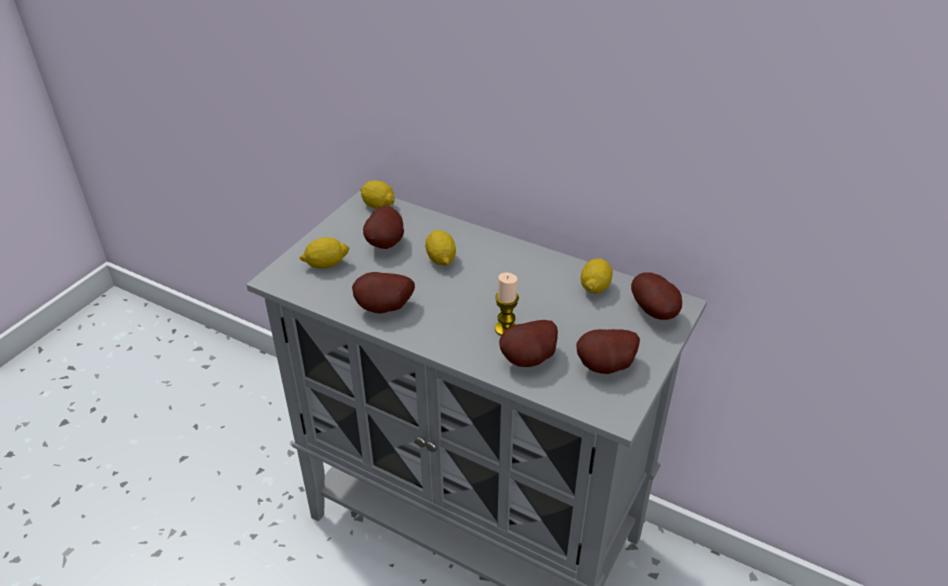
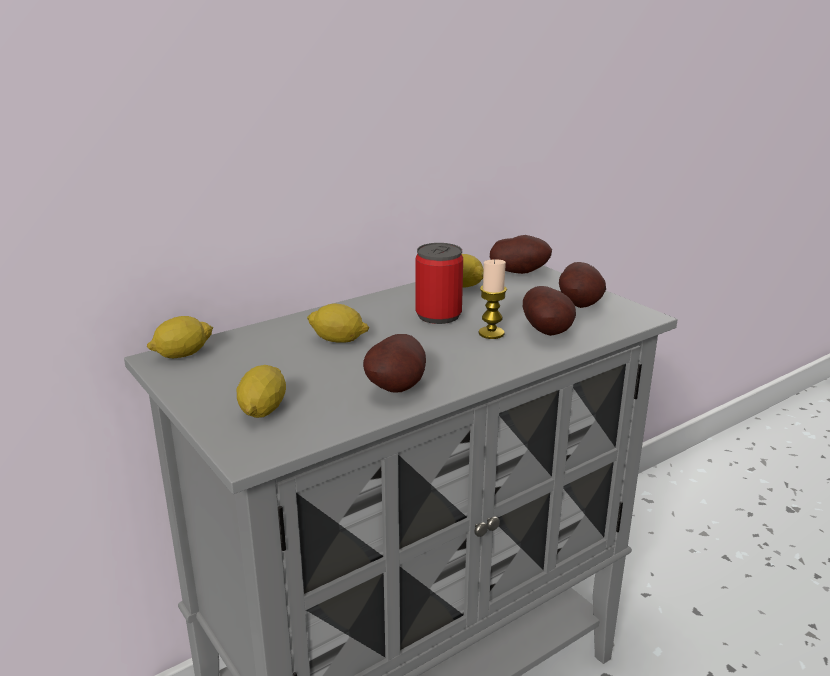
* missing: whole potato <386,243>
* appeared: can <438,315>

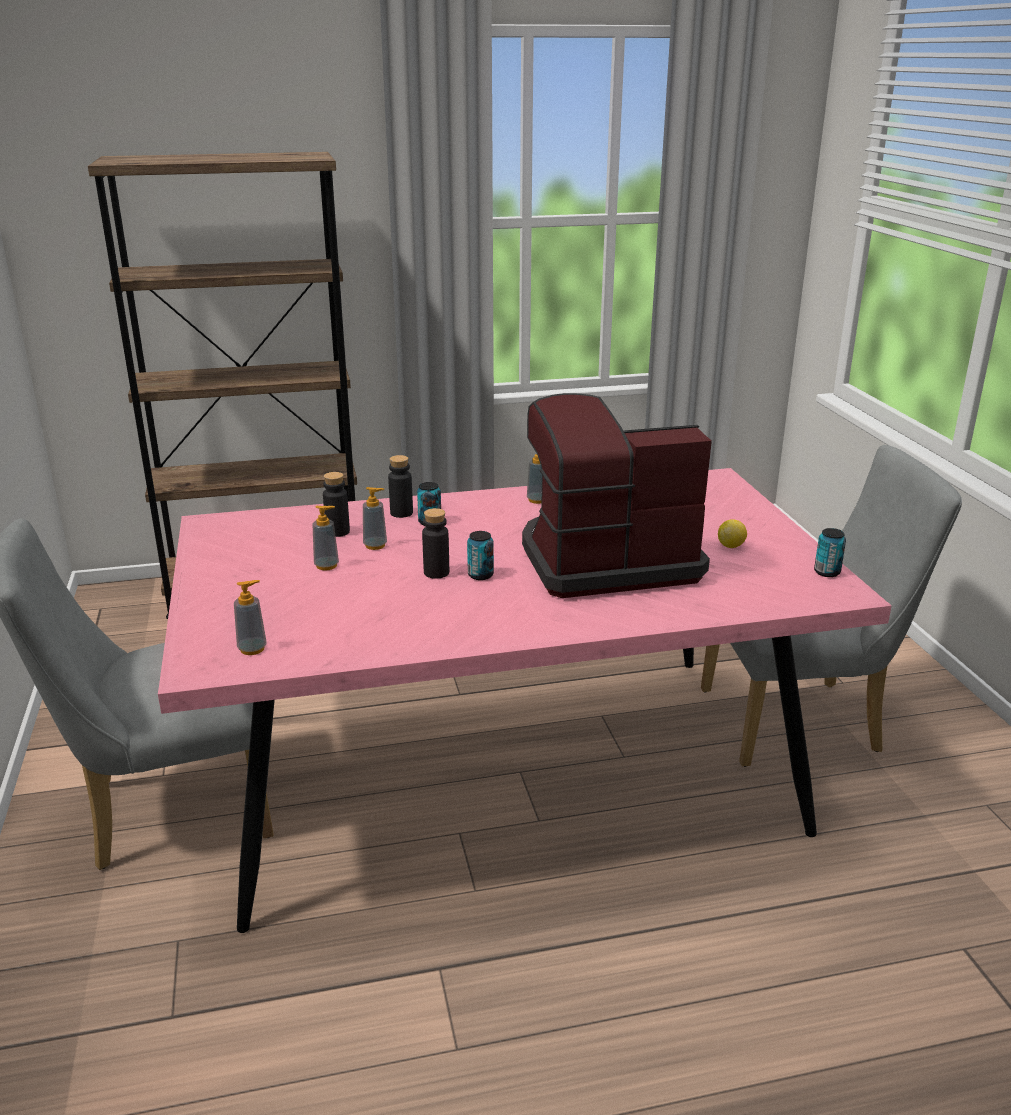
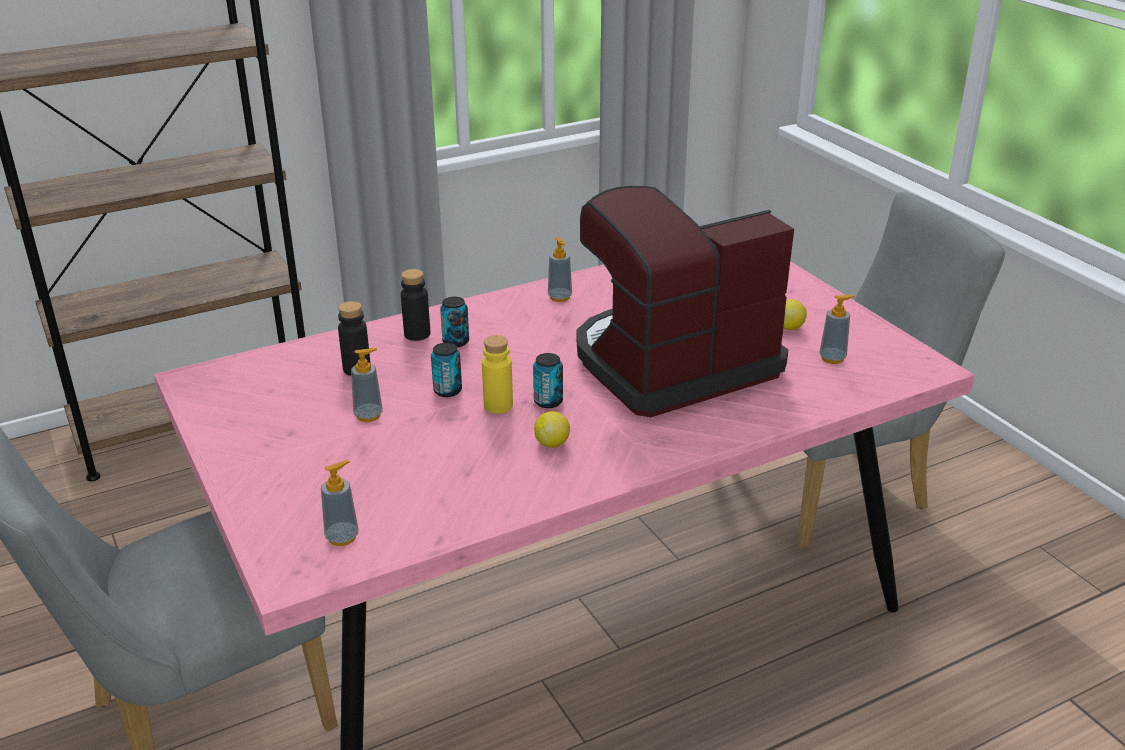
* relocated: soap bottle <375,545> to <832,358>
* colour: beverage bottle in blackish <436,572> to beverage bottle in yellowish <498,406>
* relocated: can <827,572> to <447,390>
* appeared: lemon <552,443>

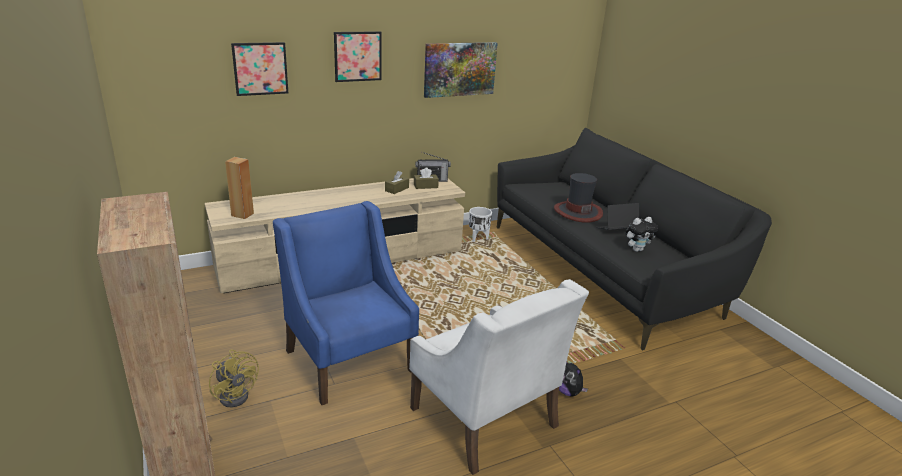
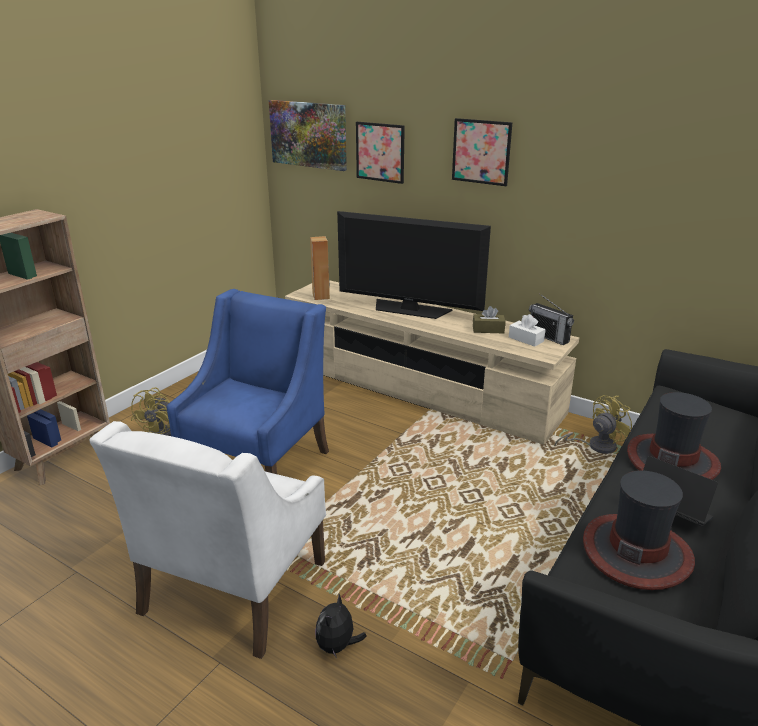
* colour: box of tissues in brownish <425,186> to box of tissues in whitish <526,339>
* relocated: picture <459,69> to <308,134>
* exchanged: plant pot in whitish <478,239> to cooling fan in yellowish <595,446>
* exchanged: soft toy <637,249> to wearable hat <636,551>
* appeared: television <409,309>

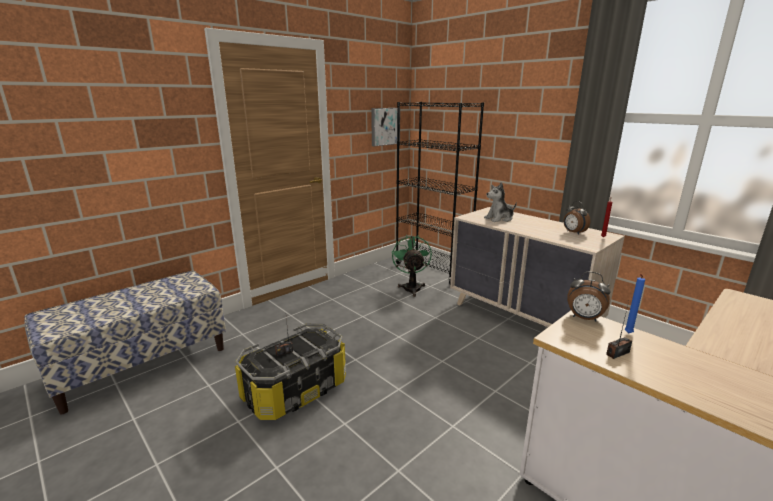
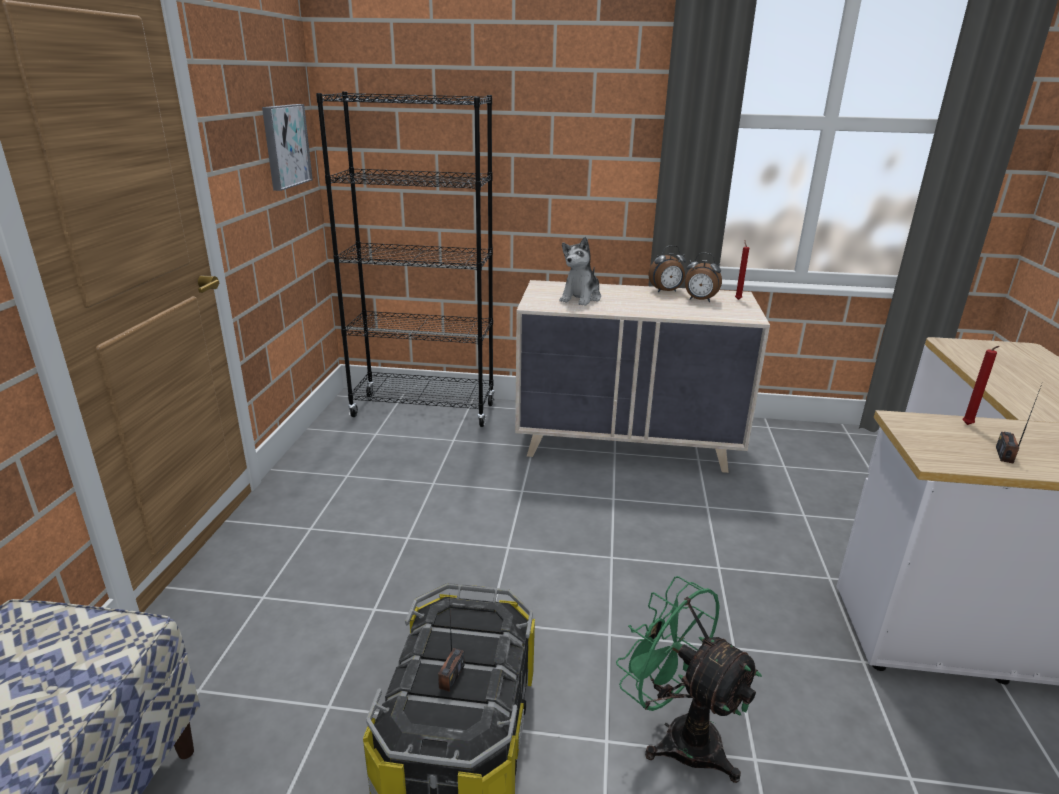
* relocated: cooling fan in greenish <411,287> to <679,735>
* relocated: bedside clock <584,318> to <666,291>
* colour: wax candle in bluish <627,333> to wax candle in reddish <967,425>

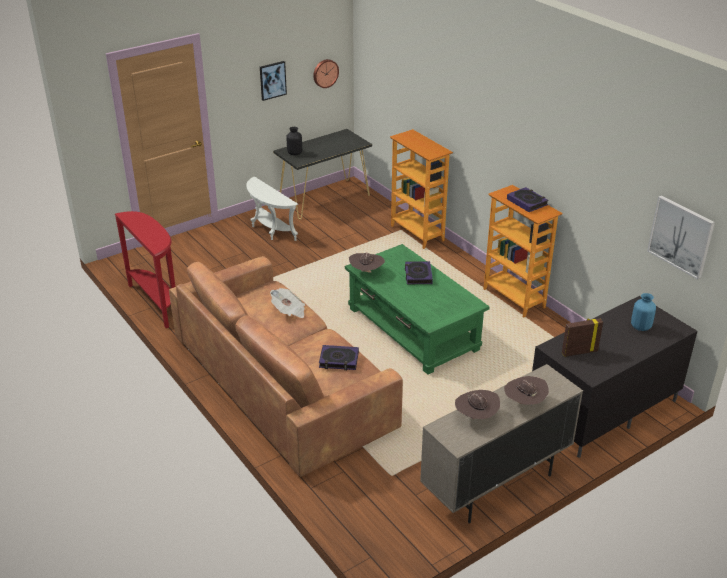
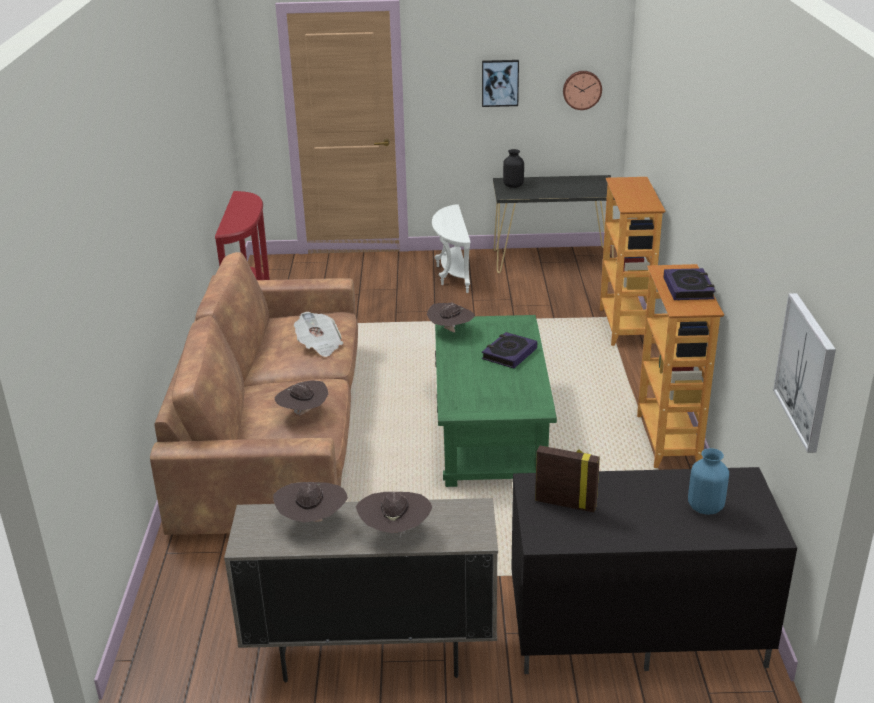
* exchanged: bound book <339,360> to wearable hat in brownish <303,414>

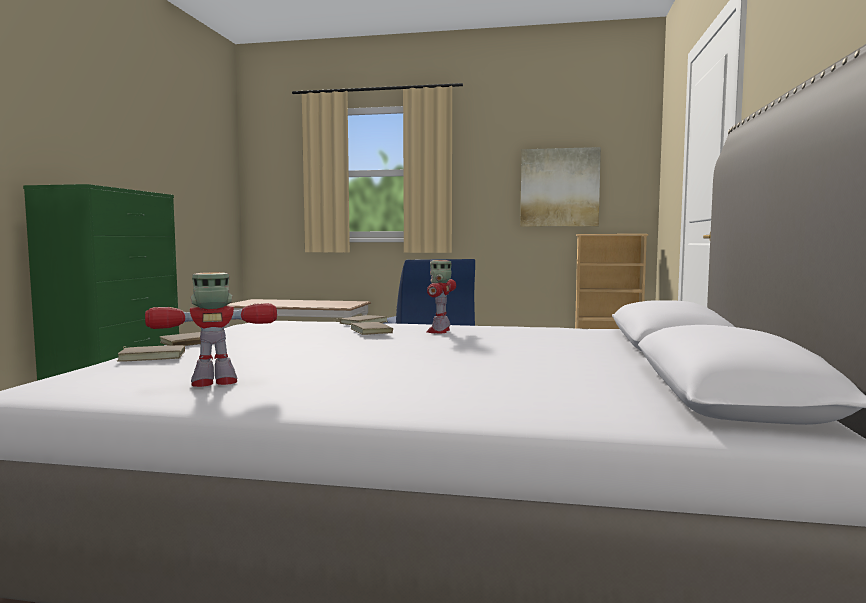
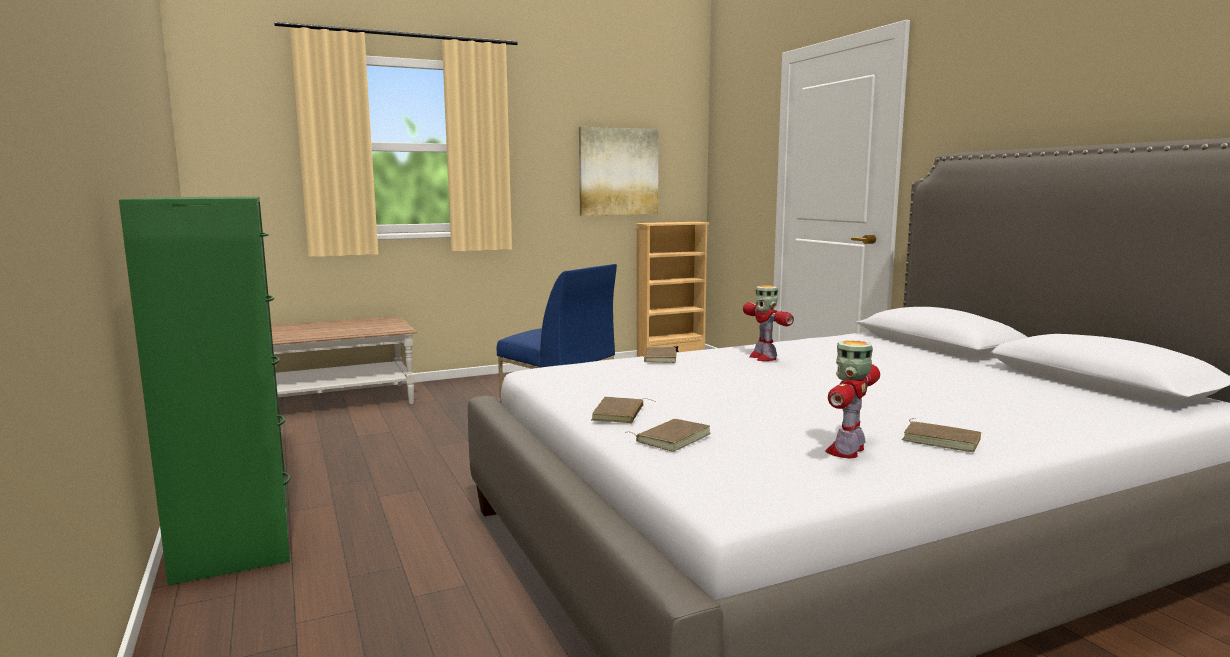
* relocated: bound book in brownish <373,331> to <942,440>

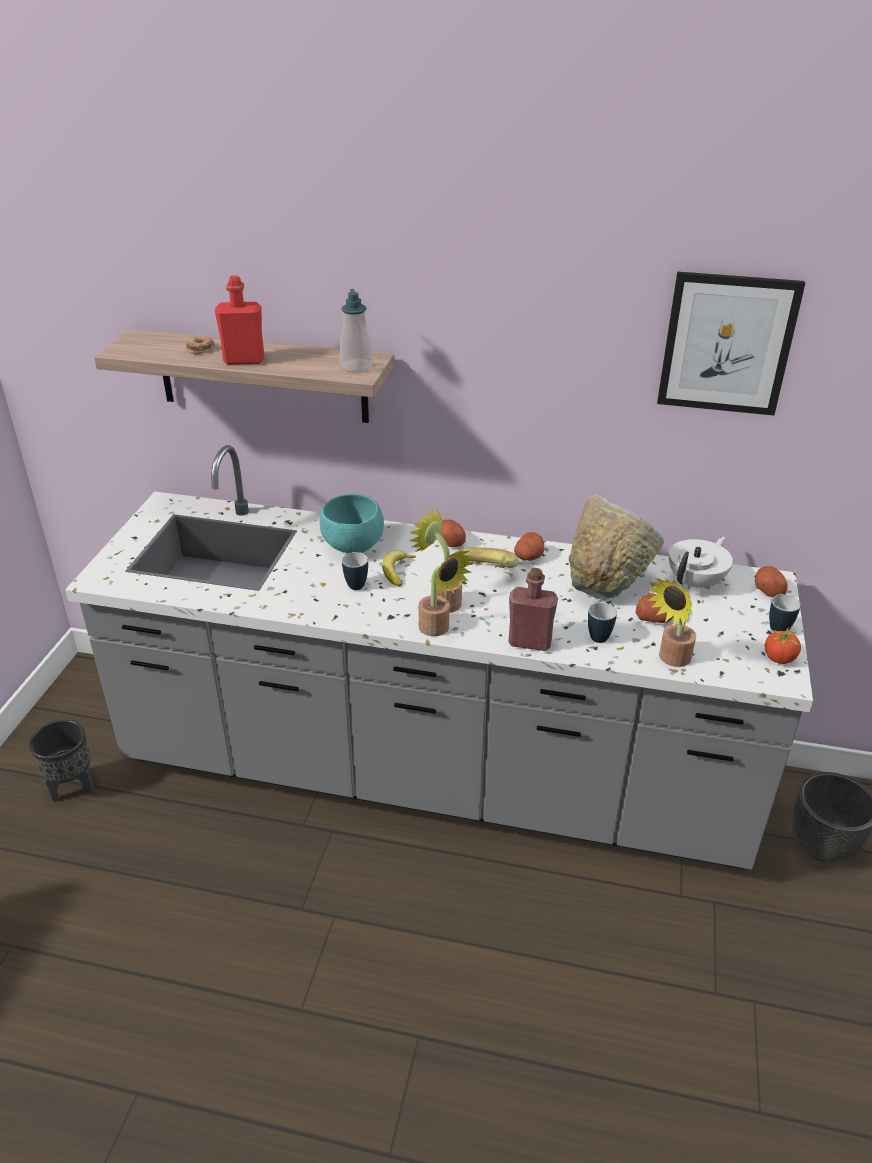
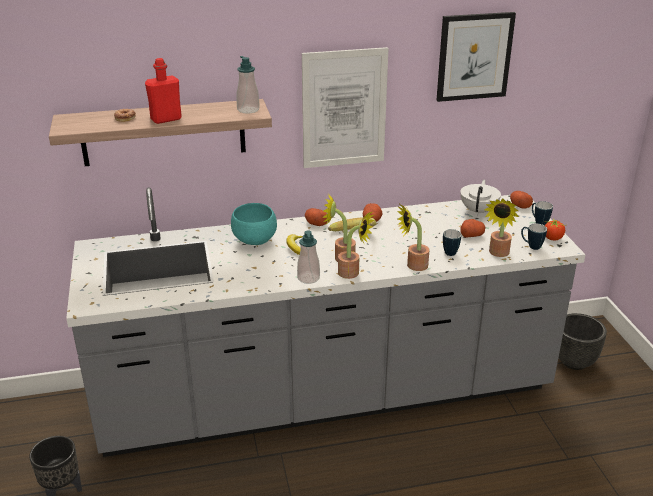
* relocated: mug <354,583> to <531,246>
* exchanged: beverage bottle in reddish <530,642> to plant in a pot <413,266>
* missing: bowl in greenish <605,583>
* appeared: soap bottle <308,278>
* appeared: picture <344,108>

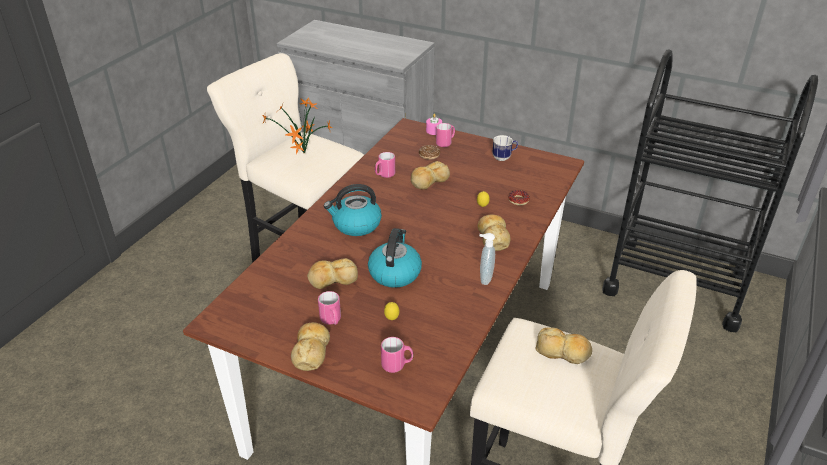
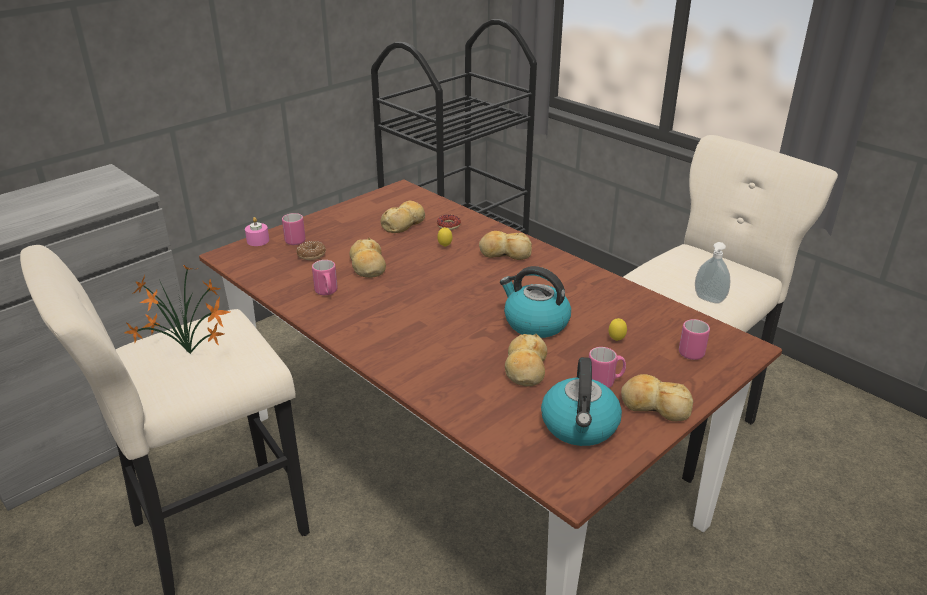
* relocated: water kettle <356,225> to <580,426>
* relocated: soap bottle <484,278> to <708,300>
* missing: mug <504,157>
* relocated: bread <563,352> to <404,224>

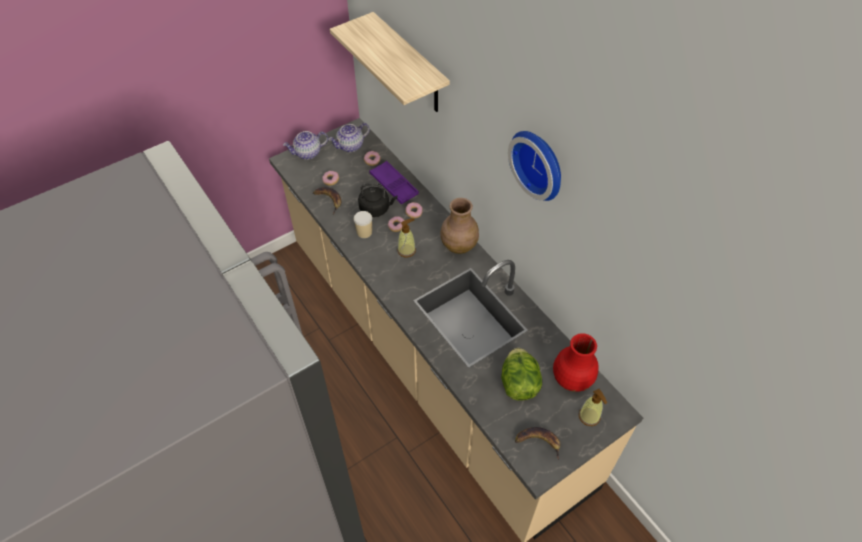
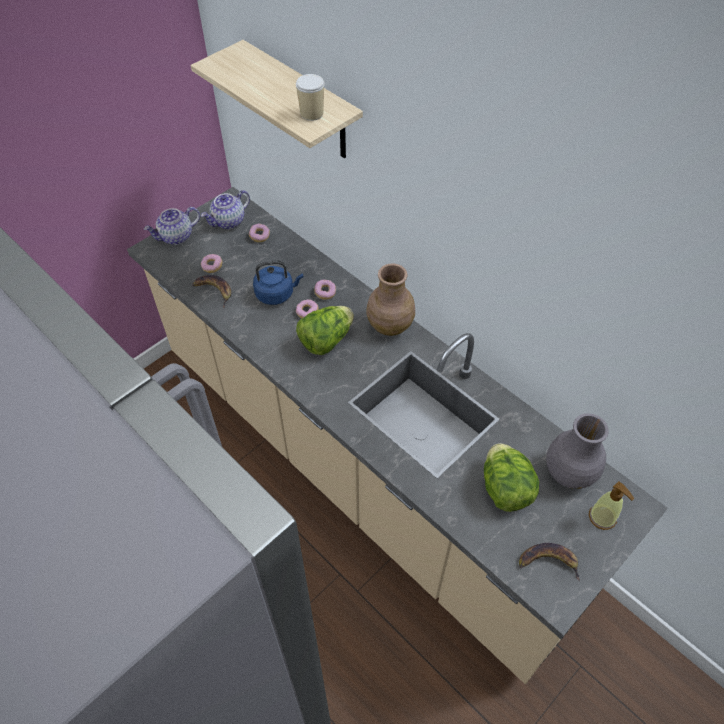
* relocated: cup <364,232> to <311,113>
* colour: water kettle in blackish <376,209> to water kettle in bluish <277,294>
* missing: tray in purplish <394,185>
* exchanged: soap bottle <406,250> to lettuce <326,340>
* missing: clock on the wall <540,163>
* colour: flower vase in reddish <571,379> to flower vase in gray <568,473>

